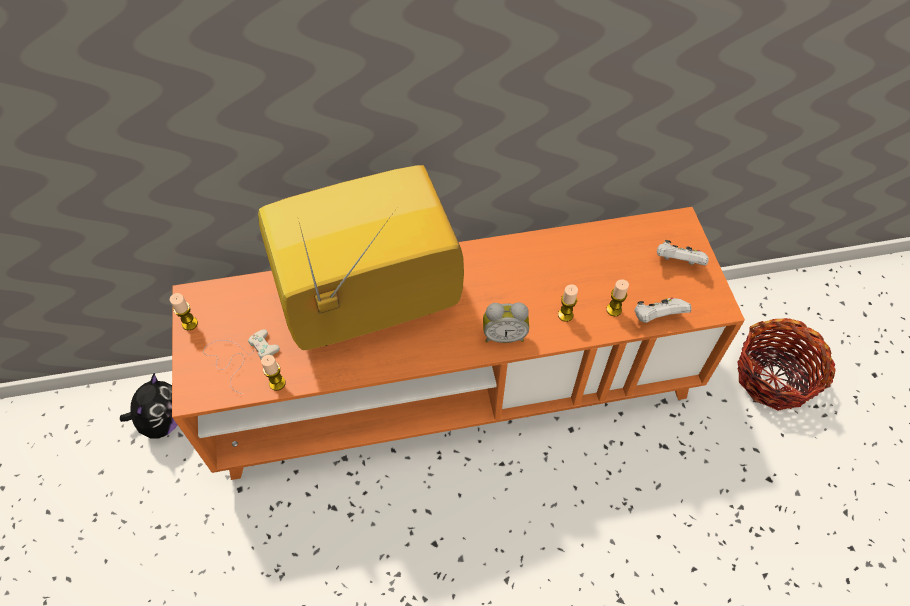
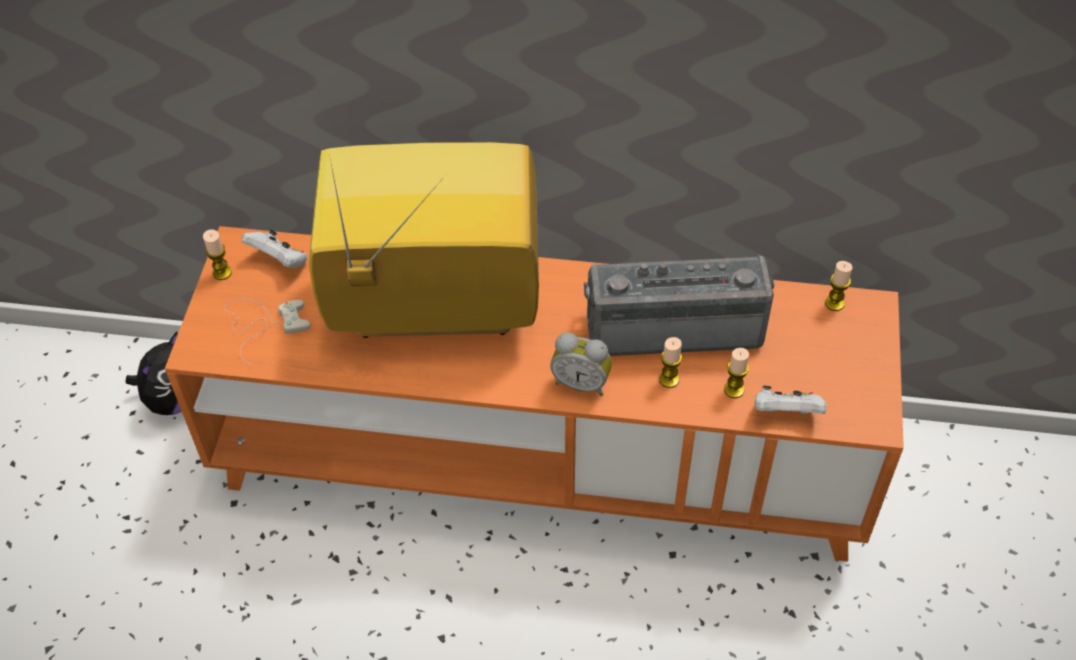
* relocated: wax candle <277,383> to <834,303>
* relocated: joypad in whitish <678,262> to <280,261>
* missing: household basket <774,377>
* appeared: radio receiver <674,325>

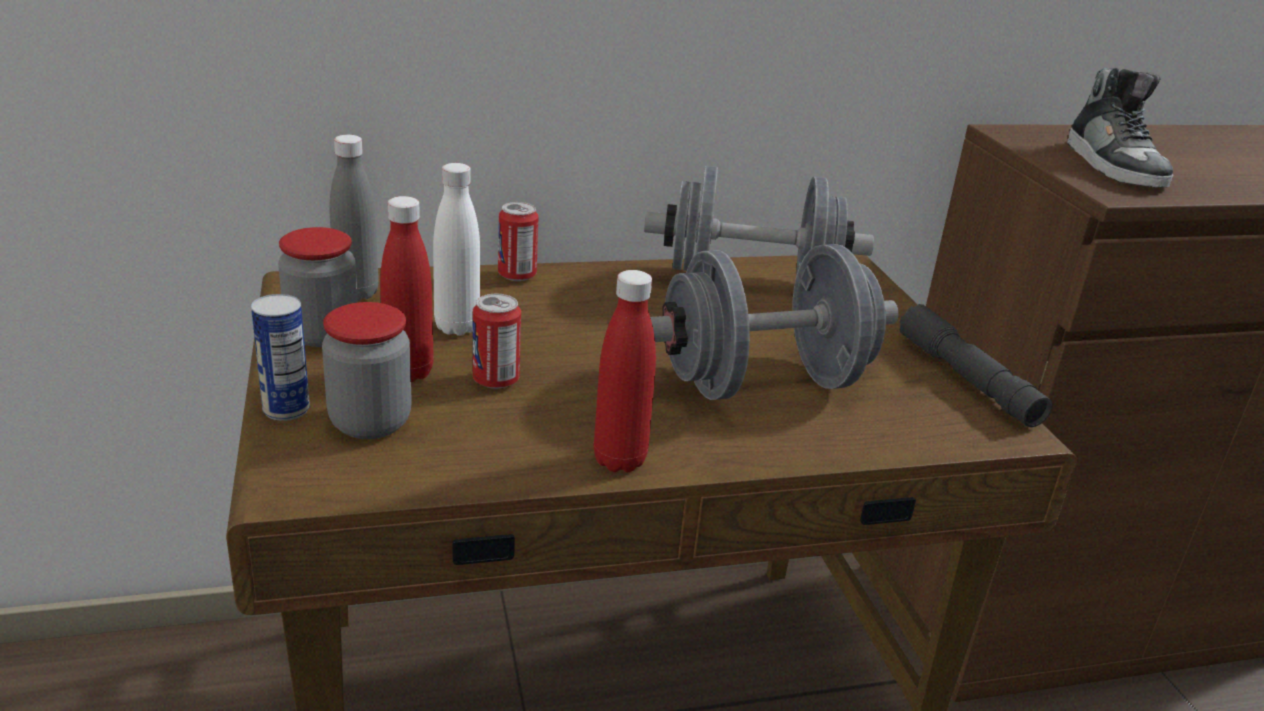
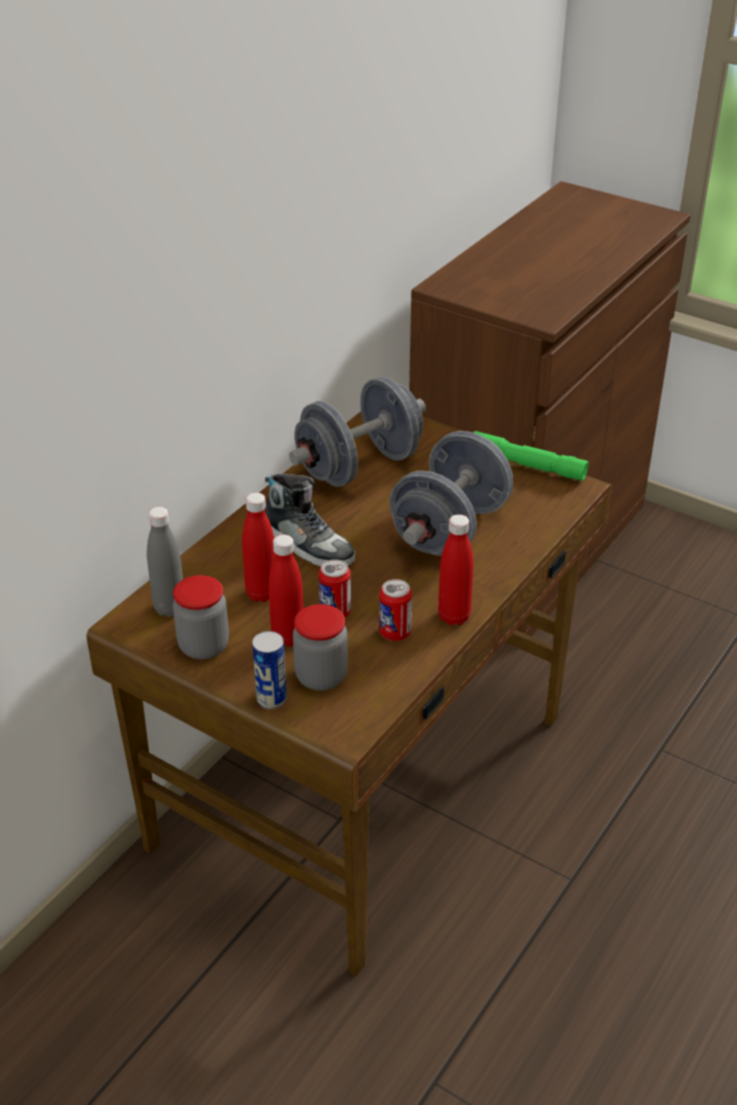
* colour: beverage bottle in whitish <457,327> to beverage bottle in reddish <261,593>
* relocated: can <517,275> to <395,633>
* colour: hand torch in gray <967,380> to hand torch in greenish <527,466>
* relocated: shoe <1114,166> to <308,543>

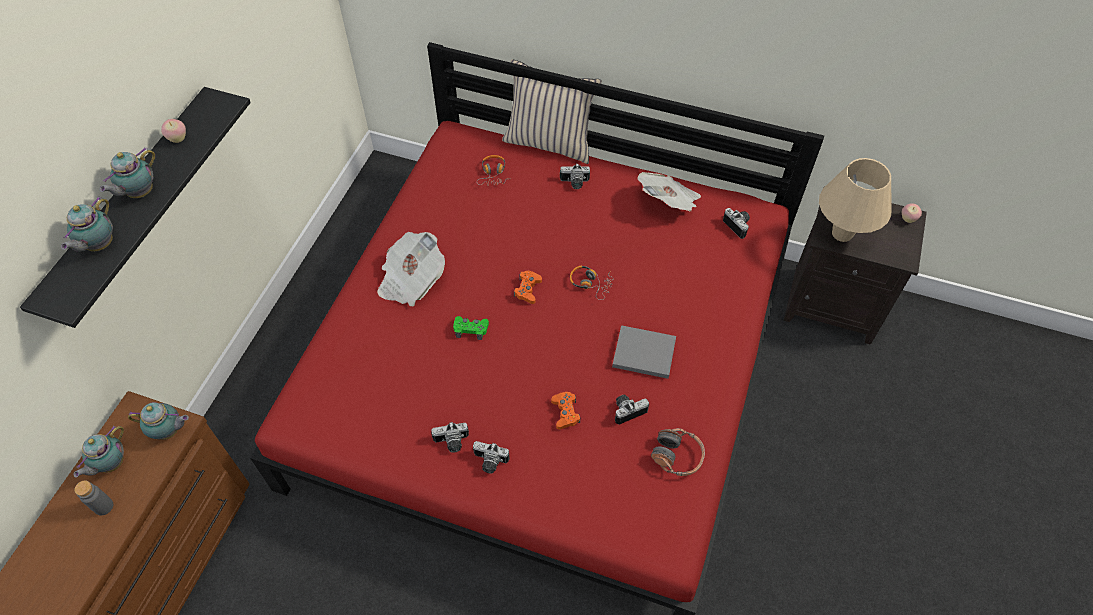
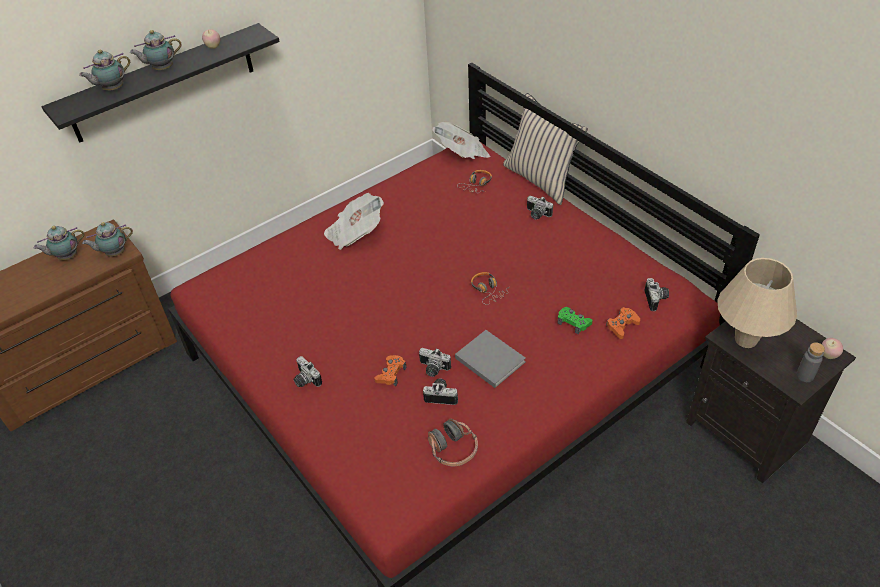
* relocated: beverage bottle in gray <103,506> to <805,375>
* spun: teapot <169,431> = <114,253> 120 degrees clockwise
* relocated: photo camera <451,443> to <433,369>
* relocated: joypad in greenish <471,329> to <573,322>
* relocated: joypad in orange <528,289> to <622,325>
* relocated: newspaper <668,202> to <462,153>

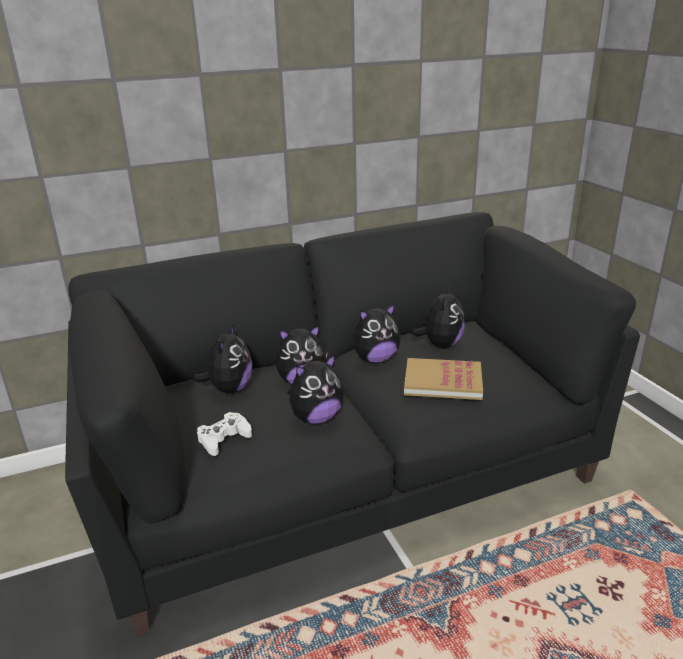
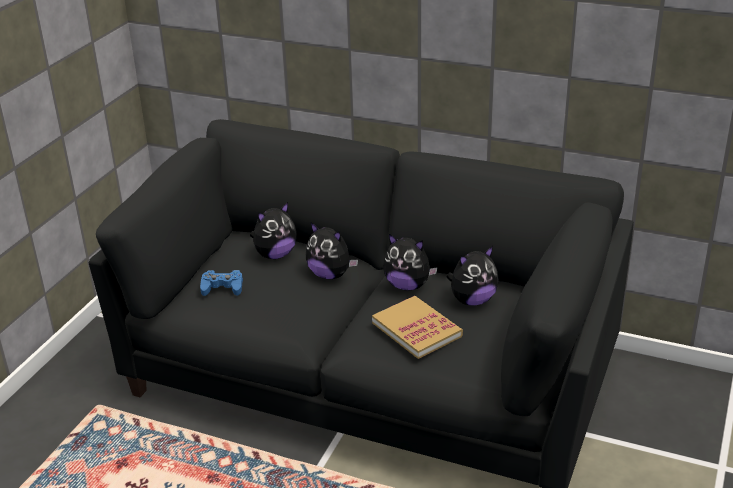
* colour: joypad in whitish <224,438> to joypad in bluish <222,287>
* missing: soft toy <316,418>

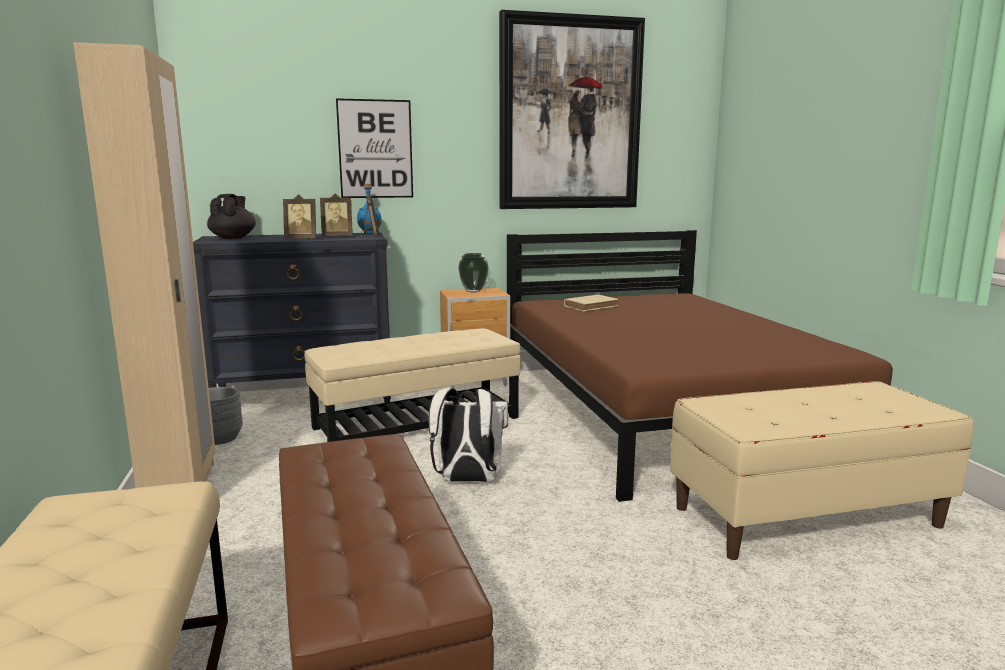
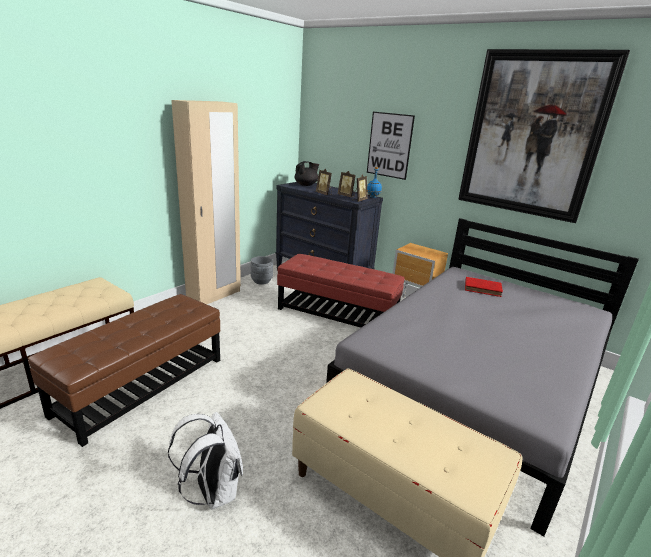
* colour: ottoman in sand-coloured <416,422> to ottoman in reddish <337,313>
* relocated: rucksack in whitish <467,480> to <213,491>
* missing: flower vase <473,291>
* colour: bedroom bed in brownish <662,411> to bedroom bed in gray <476,385>
* colour: bound book in sand-coloured <592,306> to bound book in reddish <483,289>

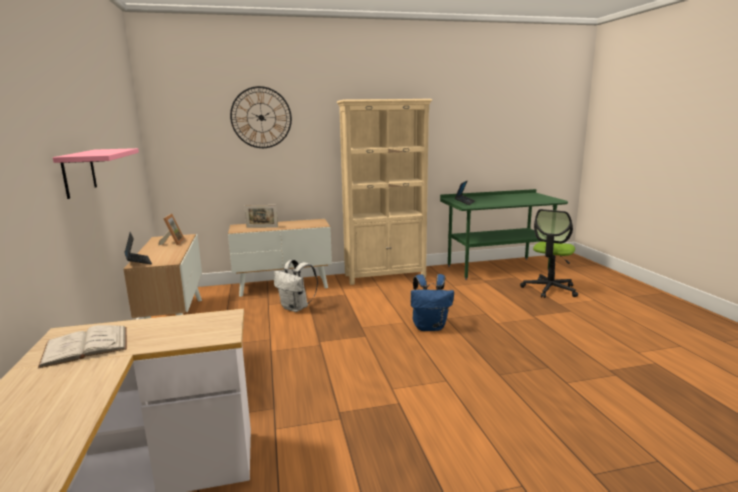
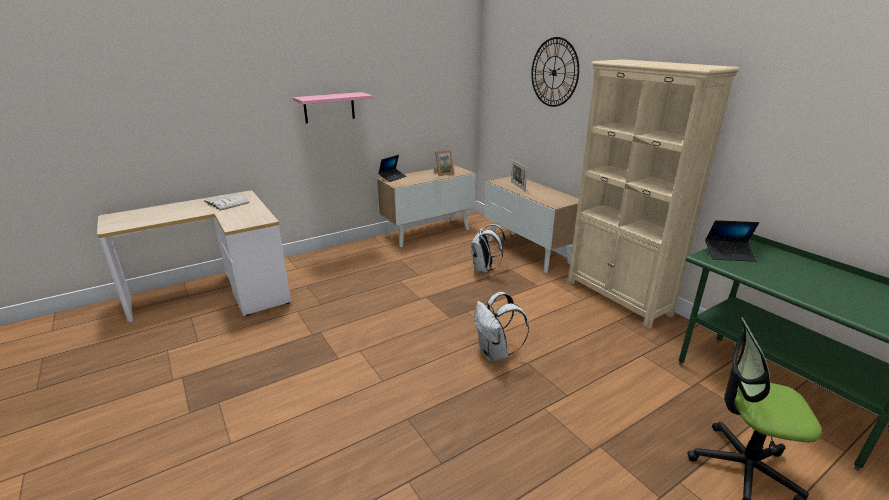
* colour: rucksack in bluish <430,327> to rucksack in whitish <495,354>

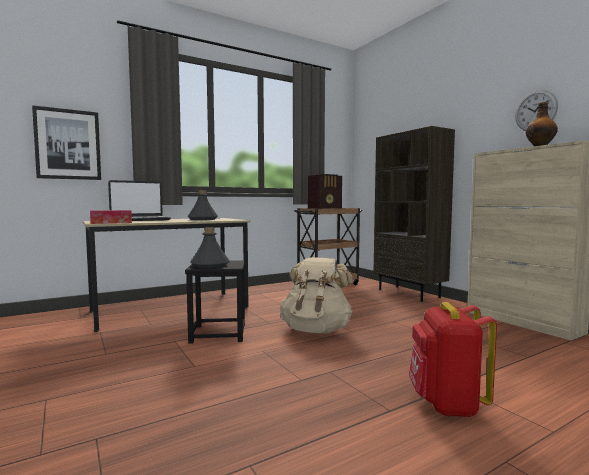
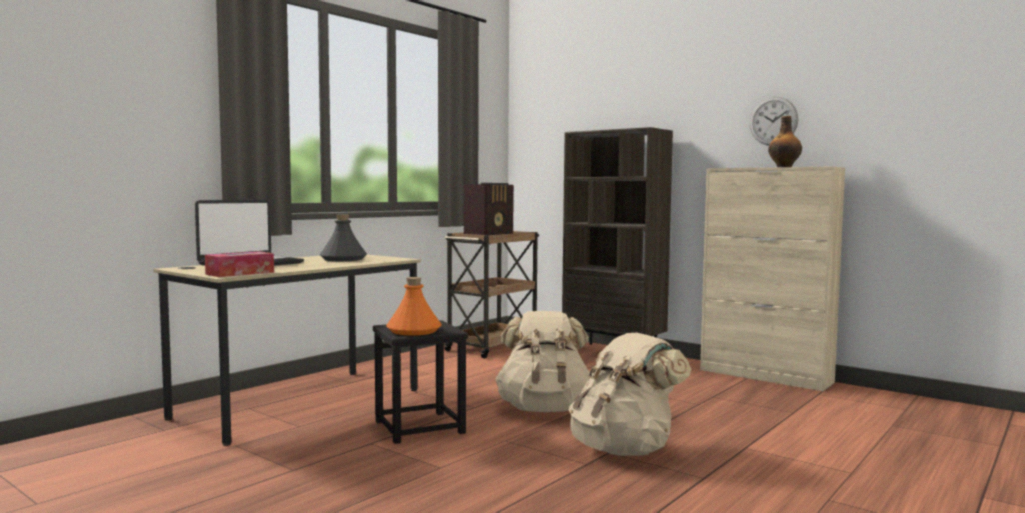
* missing: picture <68,144>
* colour: beverage bottle in gray <209,265> to beverage bottle in orange <413,331>
* missing: rucksack in reddish <446,404>
* appeared: rucksack in sand-coloured <624,449>

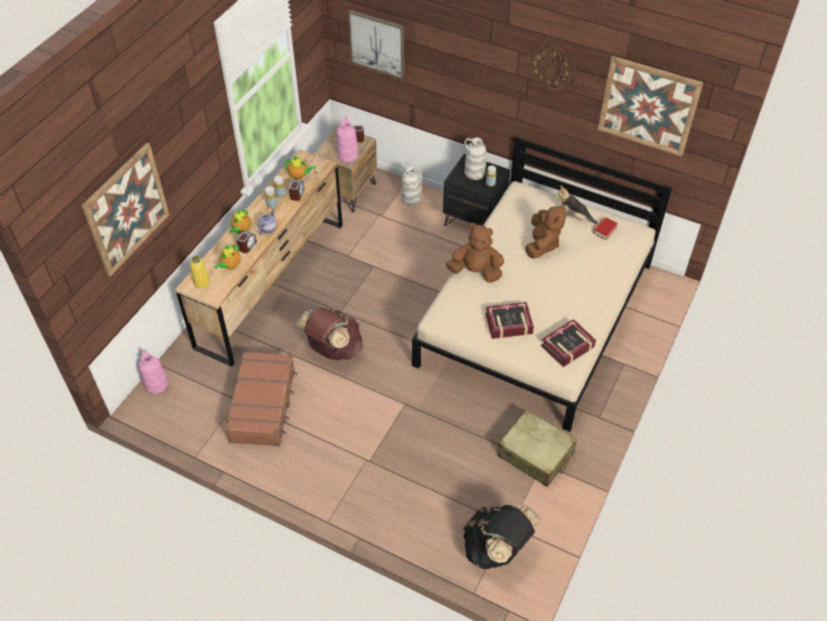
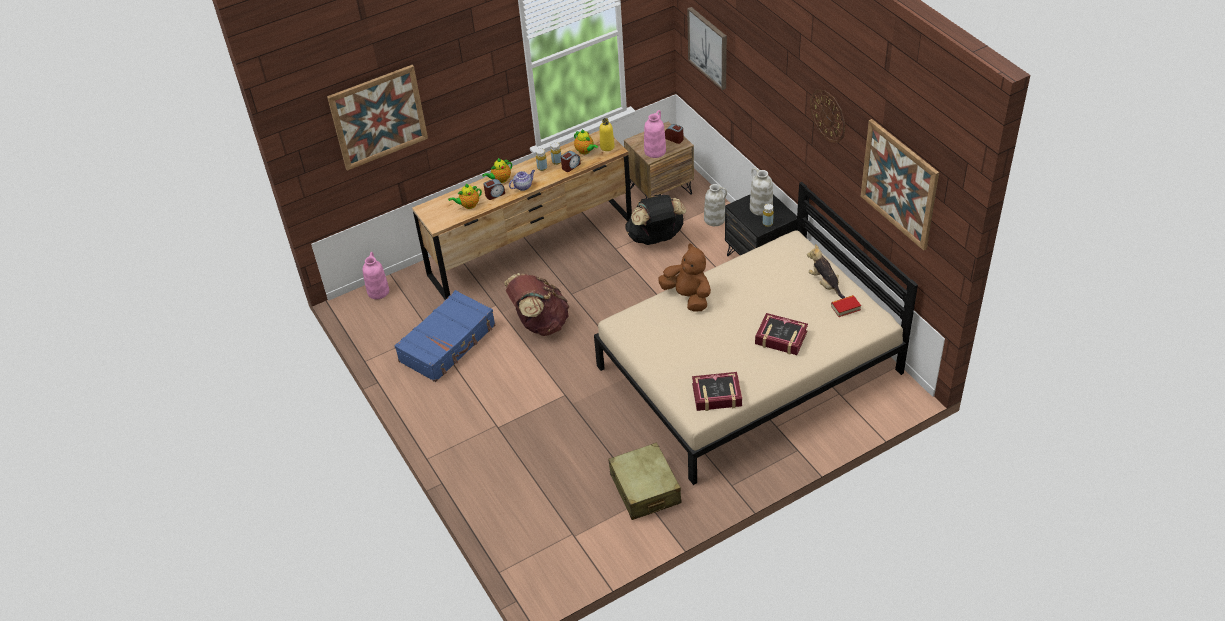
* relocated: beverage bottle in yellowish <201,282> to <607,147>
* colour: piece of luggage in brownish <263,404> to piece of luggage in bluish <448,344>
* relocated: rucksack in blackish <496,549> to <656,238>
* relocated: bound book <509,324> to <781,338>
* missing: soft toy in brownish <542,244>

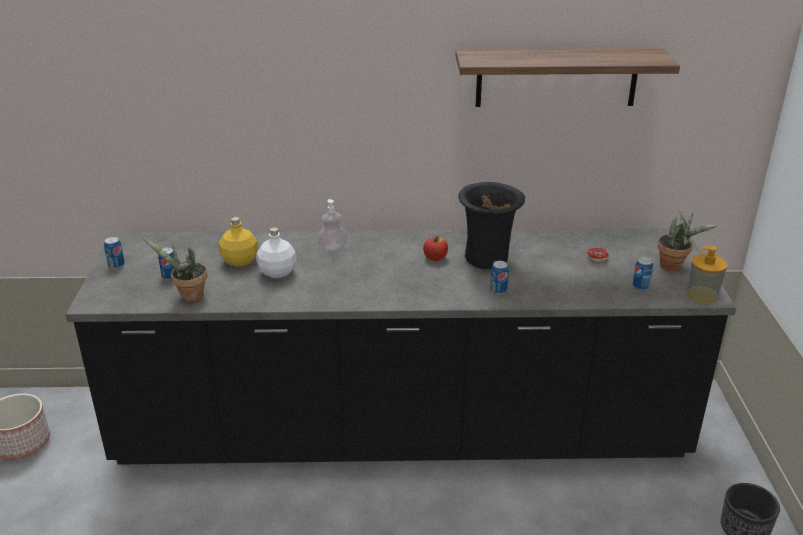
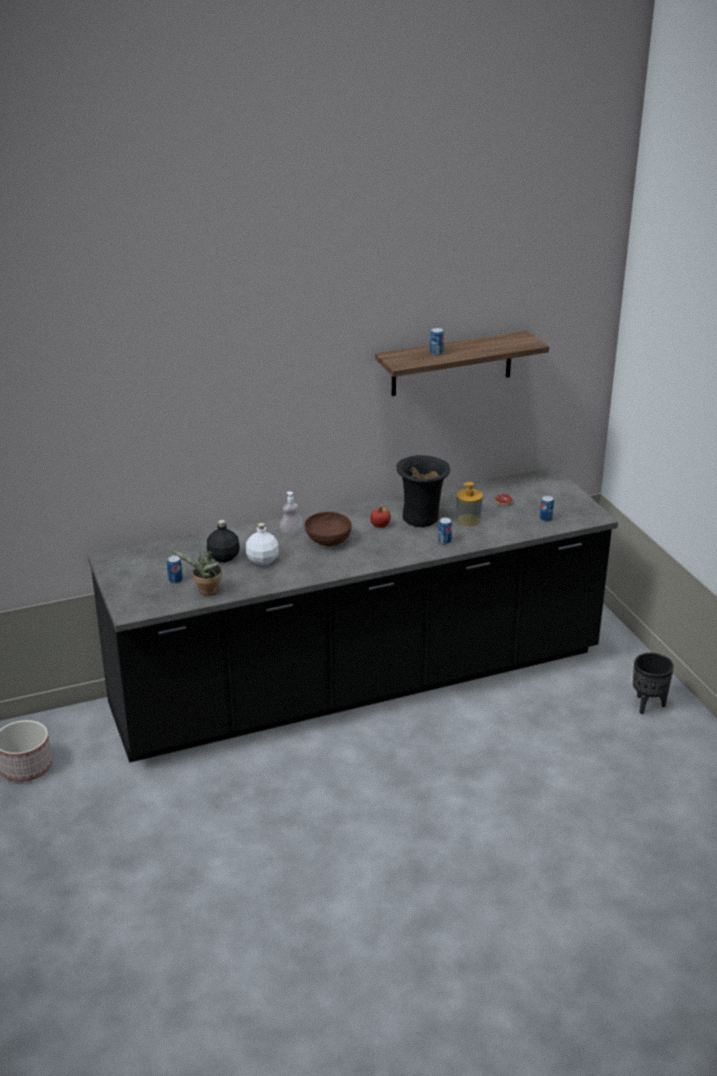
* relocated: can <116,265> to <436,353>
* colour: beverage bottle in yellowish <239,261> to beverage bottle in blackish <223,557>
* missing: plant in a pot <674,266>
* relocated: soap bottle <702,294> to <468,520>
* appeared: bowl in brownish <328,540>

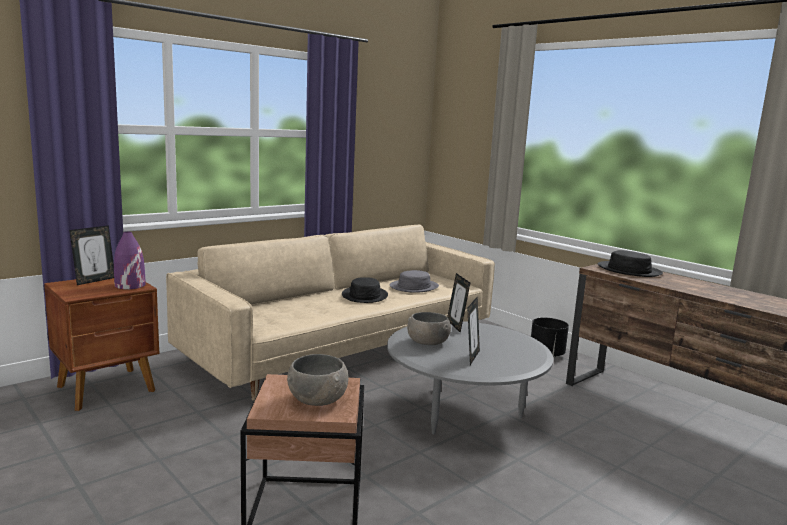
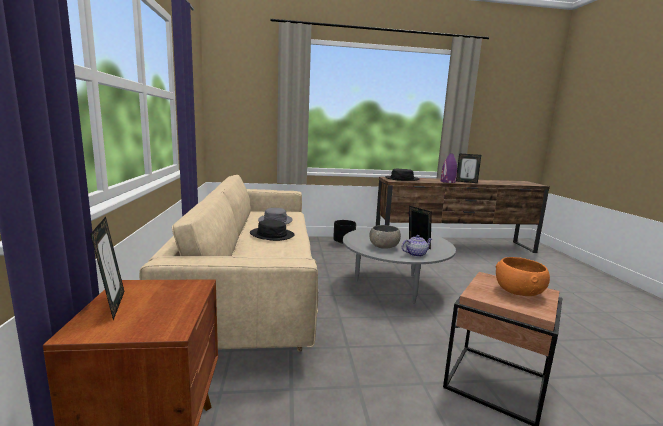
* relocated: flower vase in purplish <129,285> to <447,182>
* colour: bowl in gray <317,399> to bowl in orange <518,291>
* relocated: standing frame <456,326> to <466,182>
* appeared: teapot <415,254>

